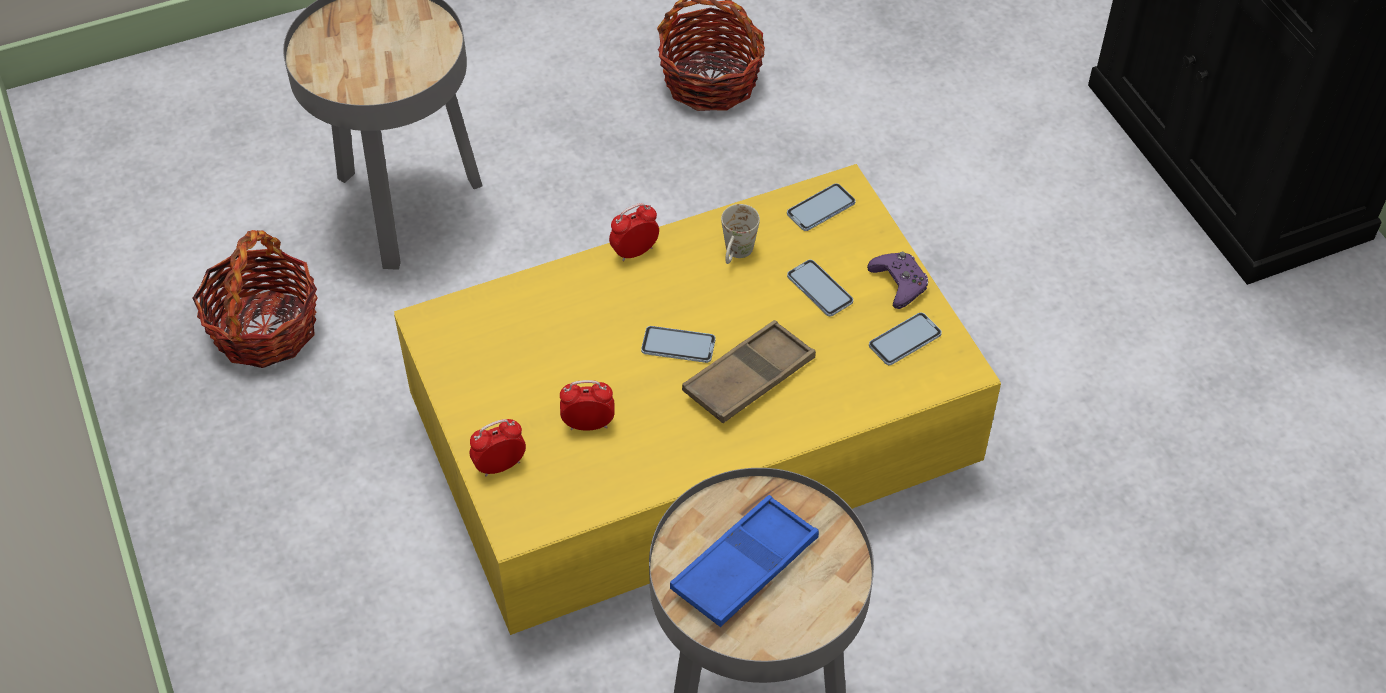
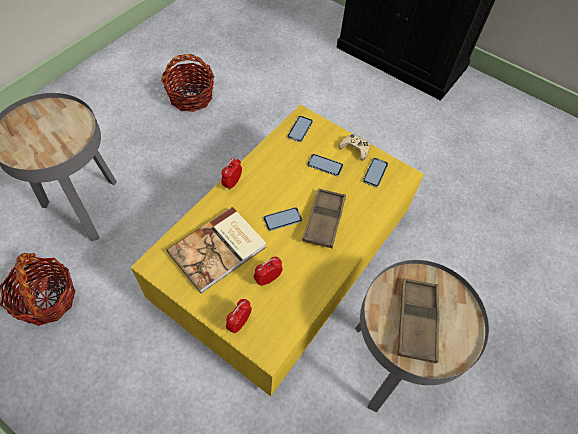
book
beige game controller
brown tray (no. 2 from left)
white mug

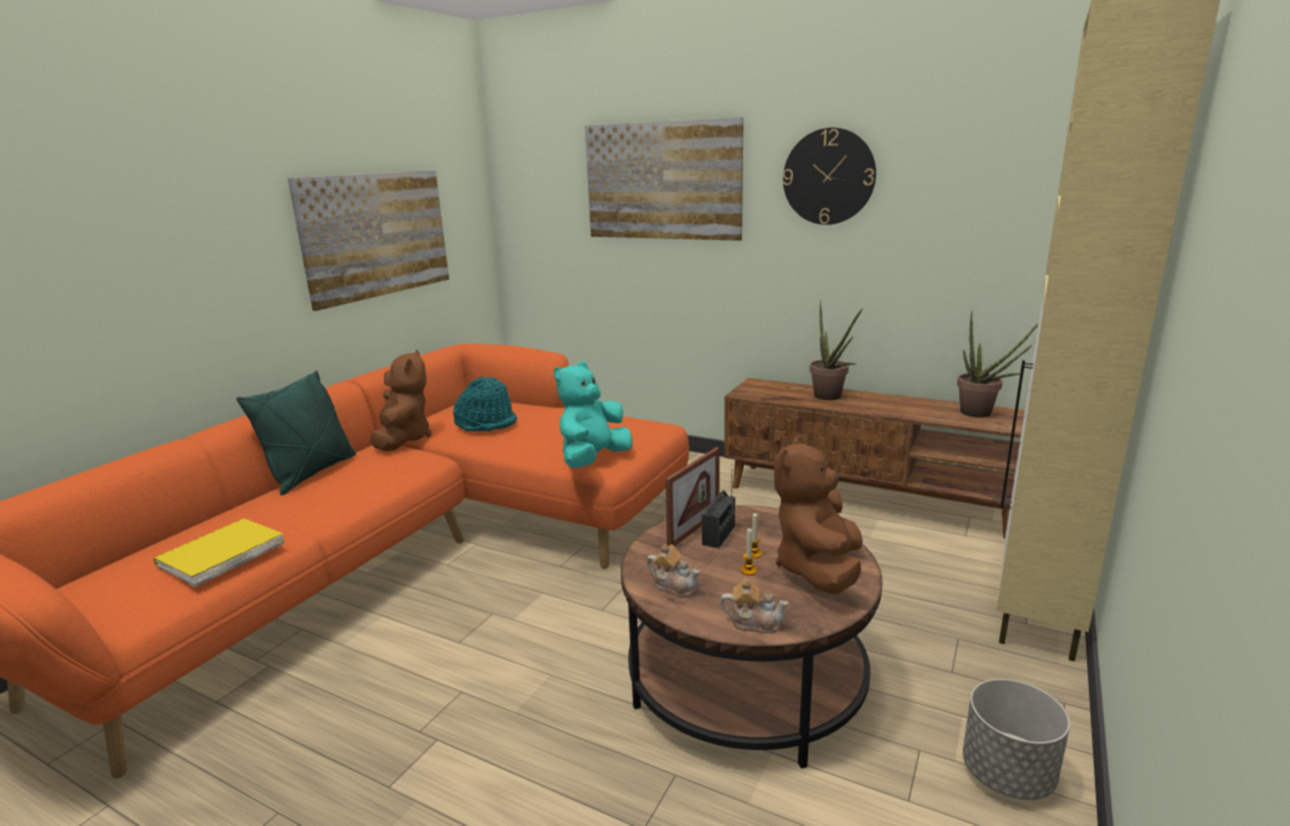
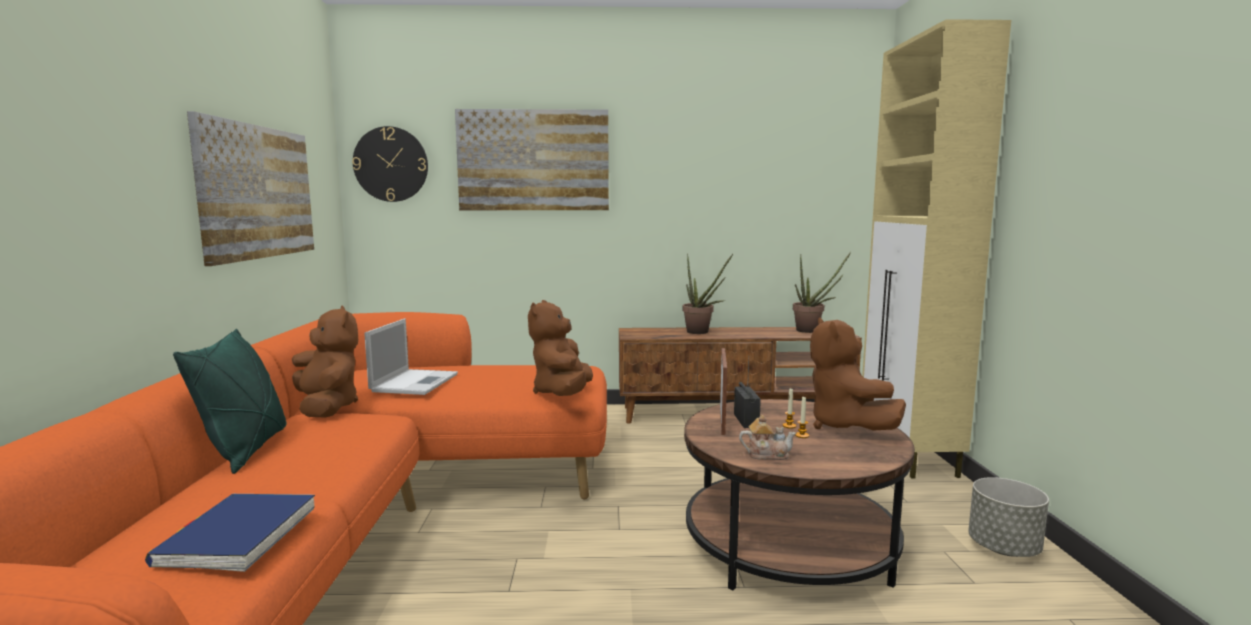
blue book
wall clock
laptop
brown plush toy (no. 2 from left)
teapot (no. 2 from left in the first image)

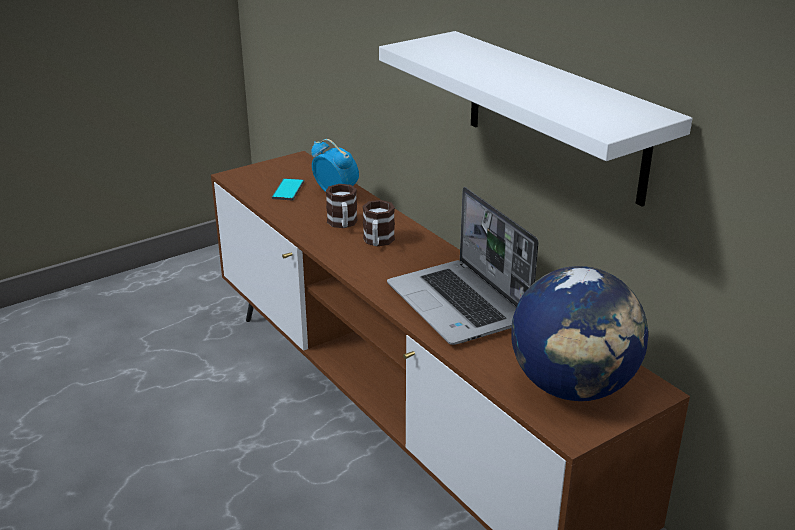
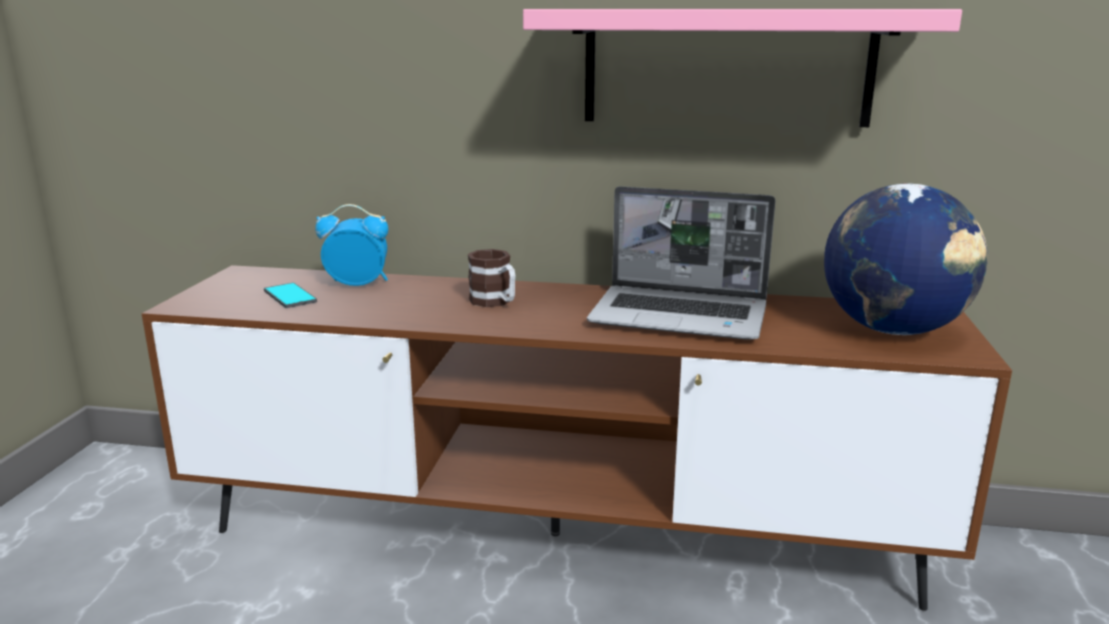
pink shelf
mug (no. 1 from left in the first image)

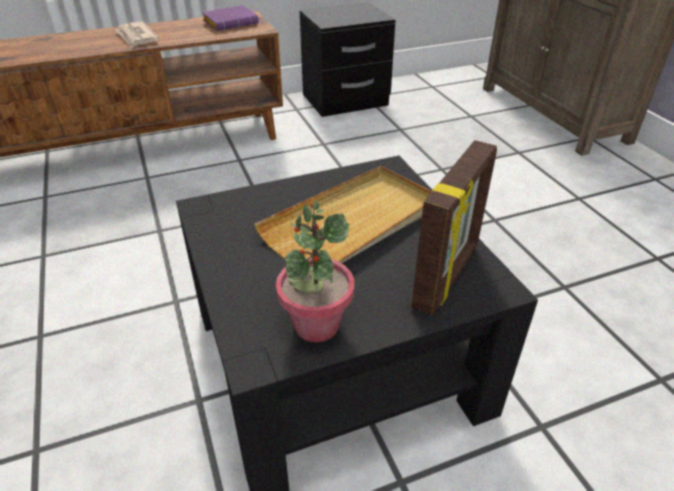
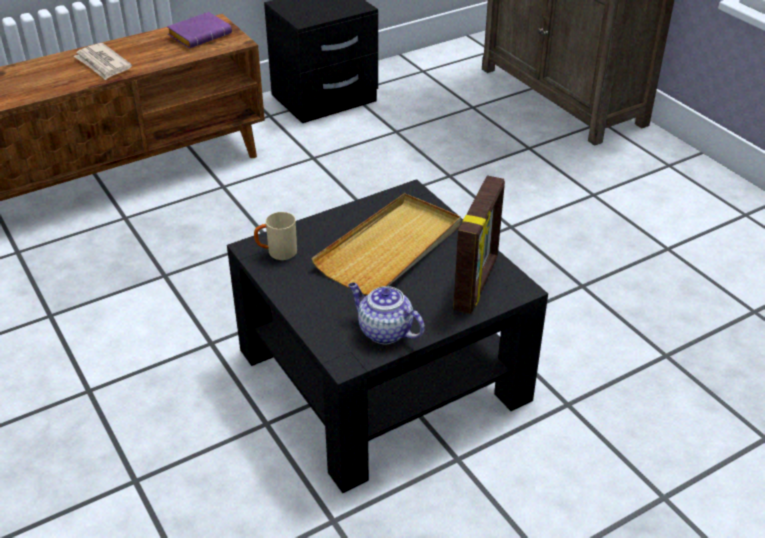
beige mug
teapot

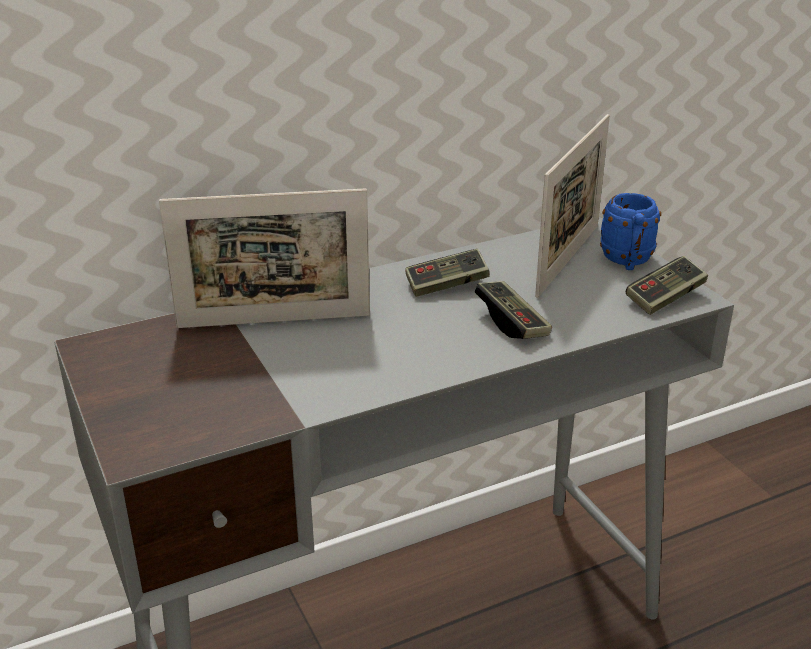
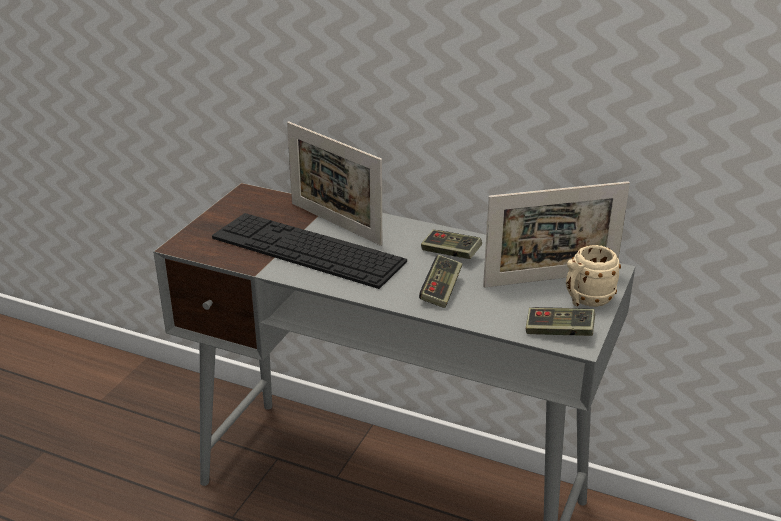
keyboard
beige mug

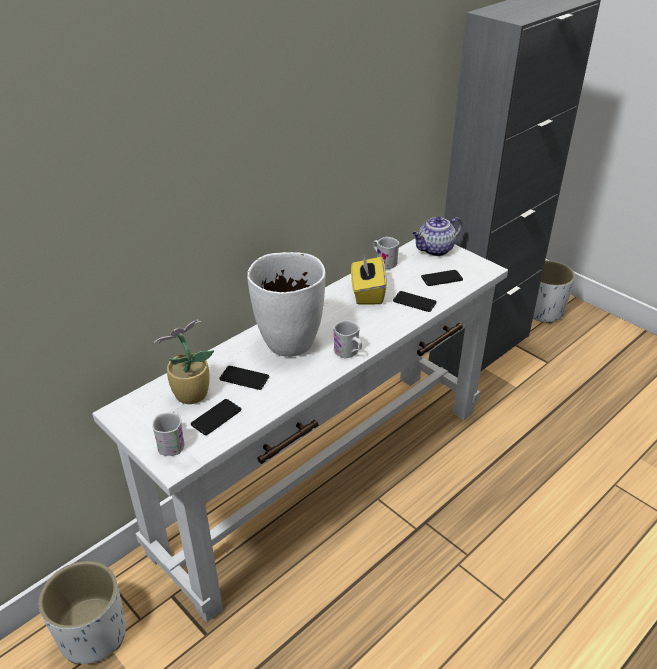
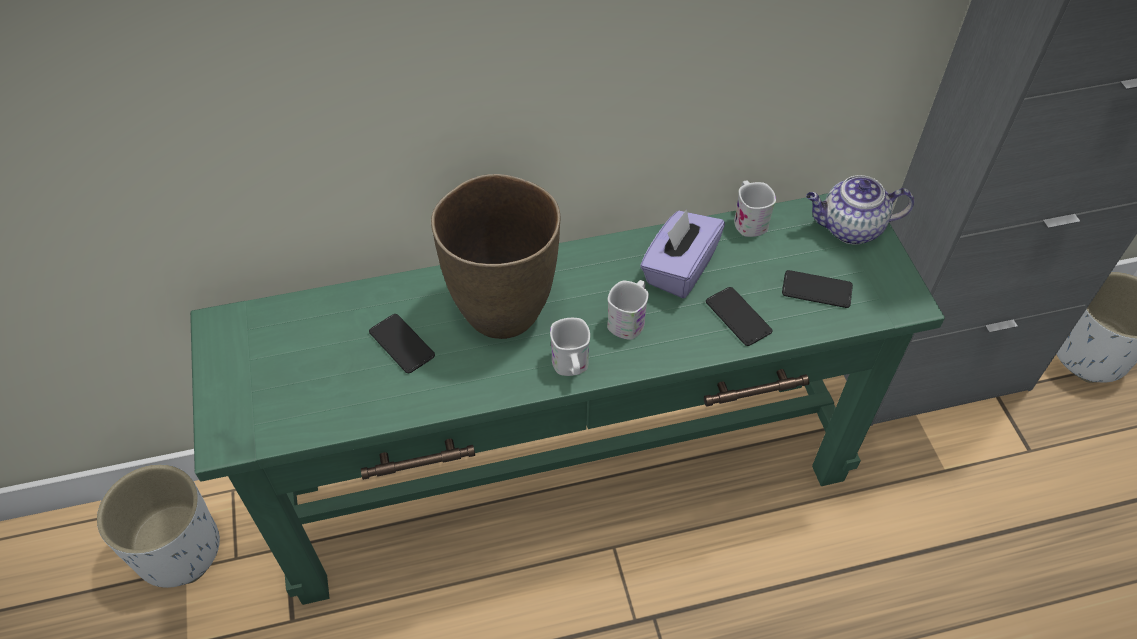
green console table
brown vase
white mug (no. 2 from left)
purple tissue box
potted plant
phone (no. 1 from left in the first image)

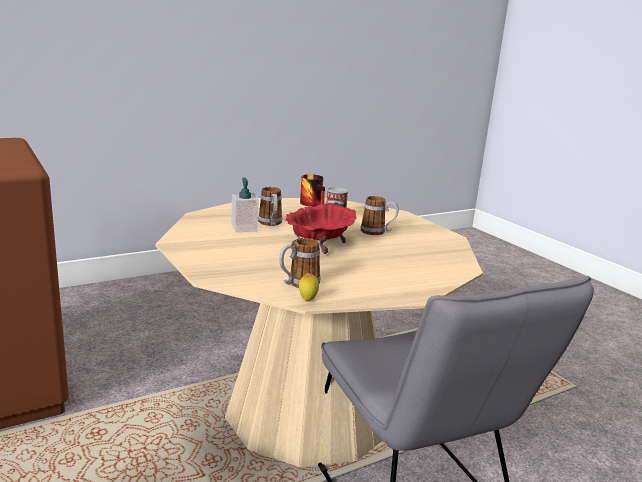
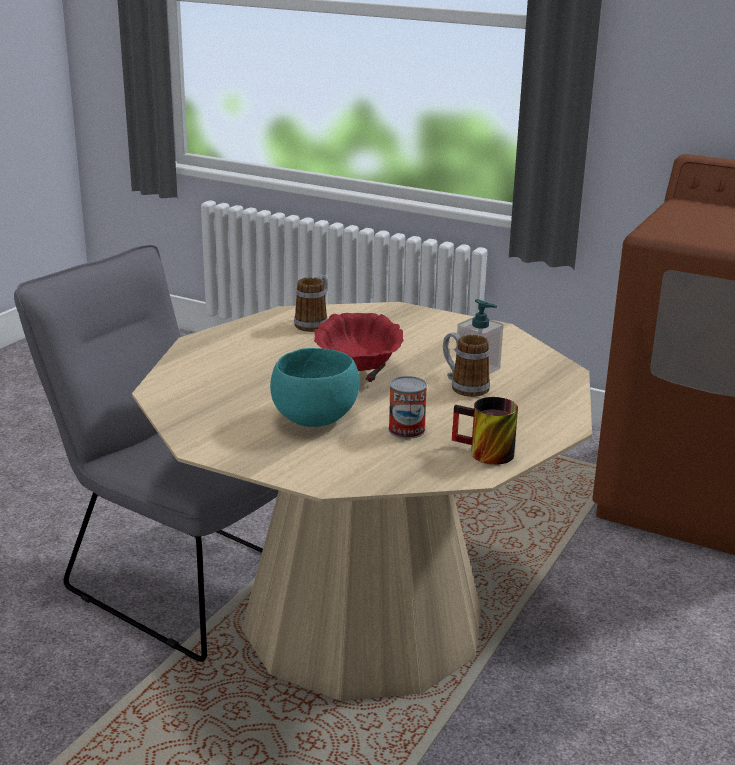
turquoise bowl
lemon

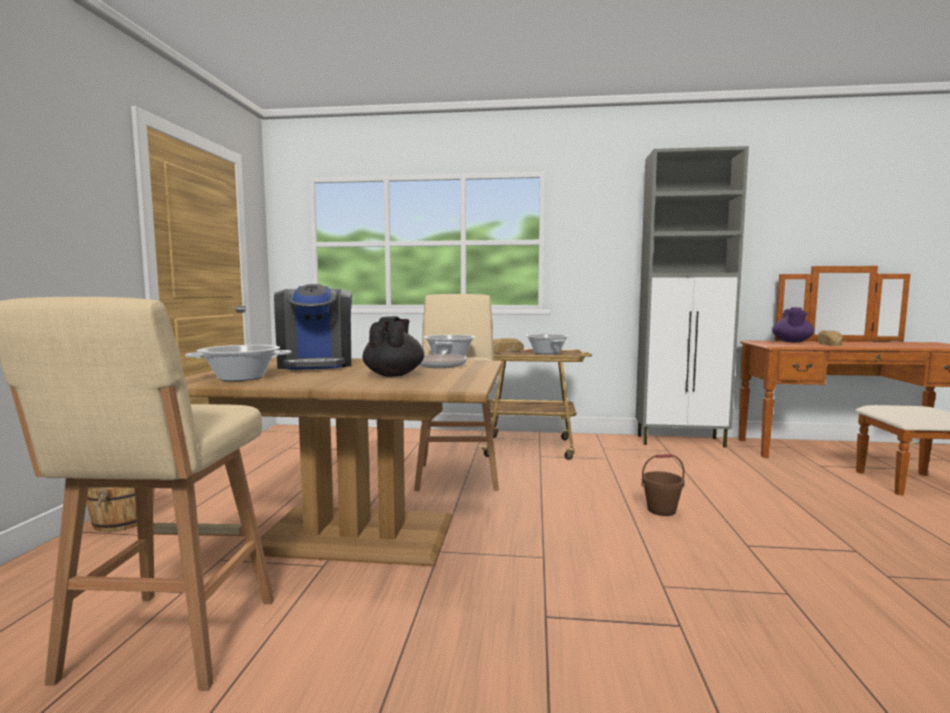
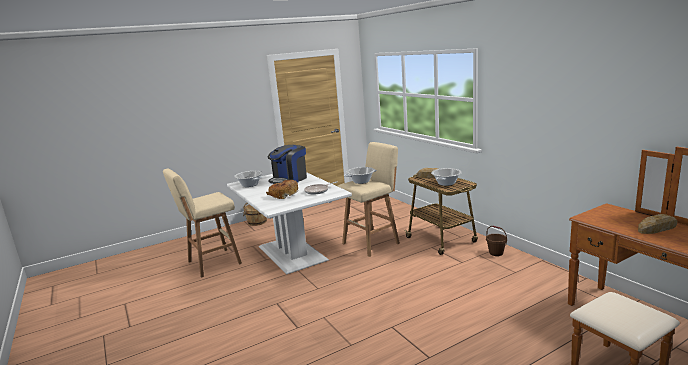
white dining table
bread (no. 1 from left)
brown bucket (no. 2 from left)
grey cabinet
purple teapot

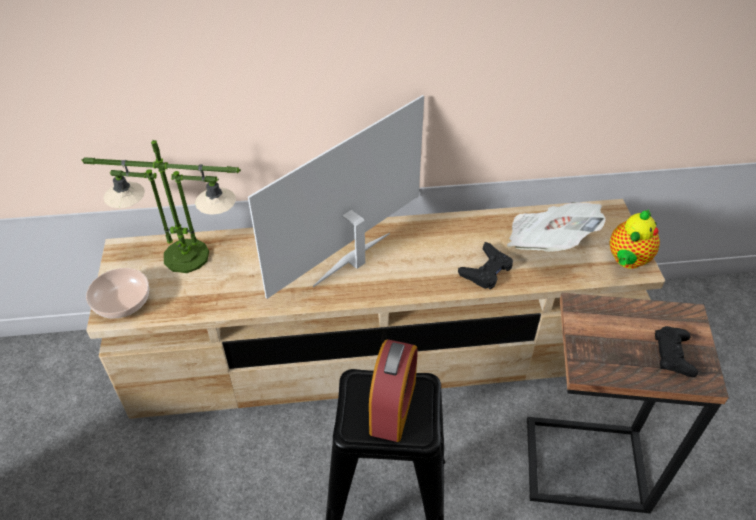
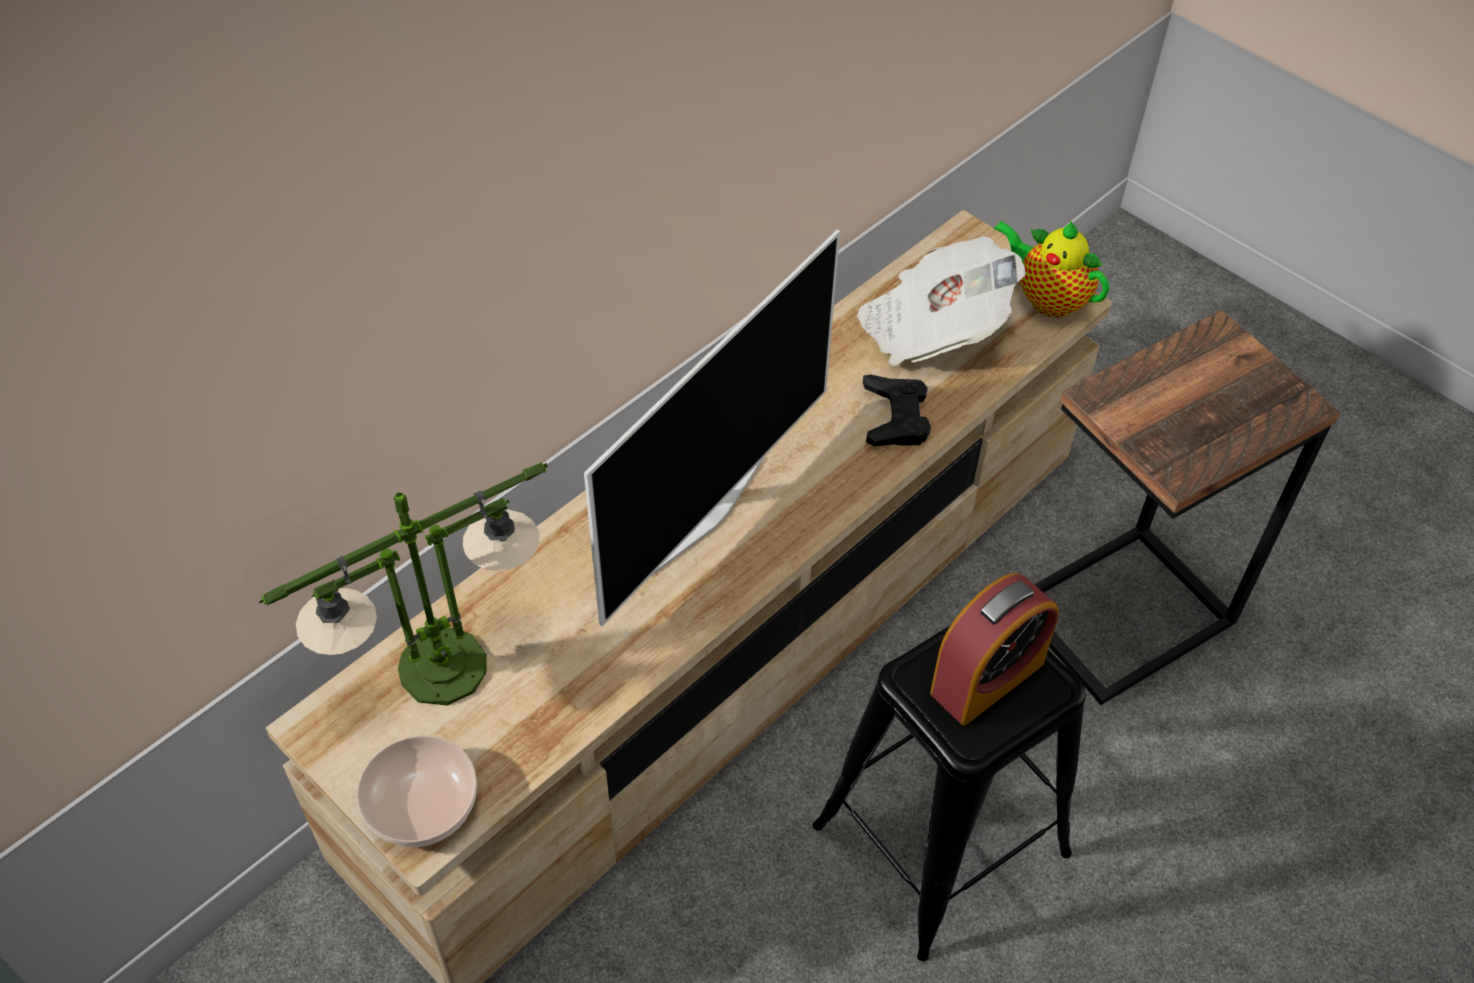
television
alarm clock
teapot
black game controller (no. 2 from left in the first image)

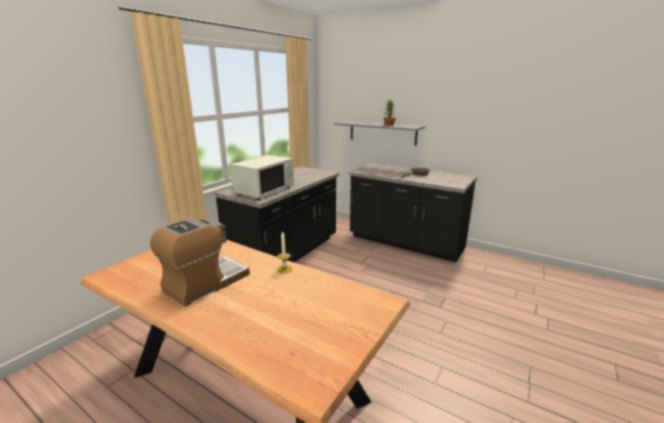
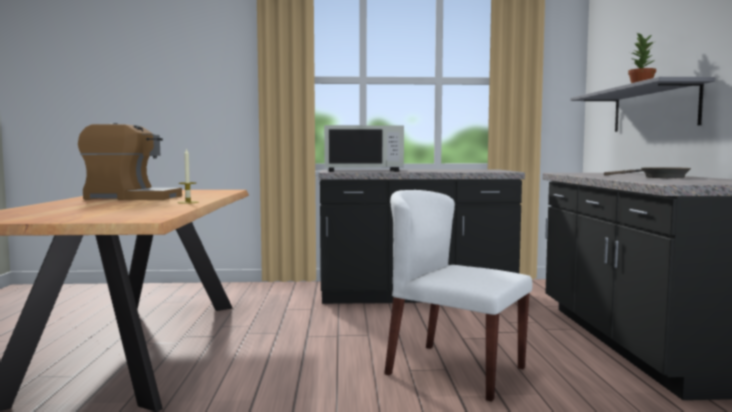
white chair

